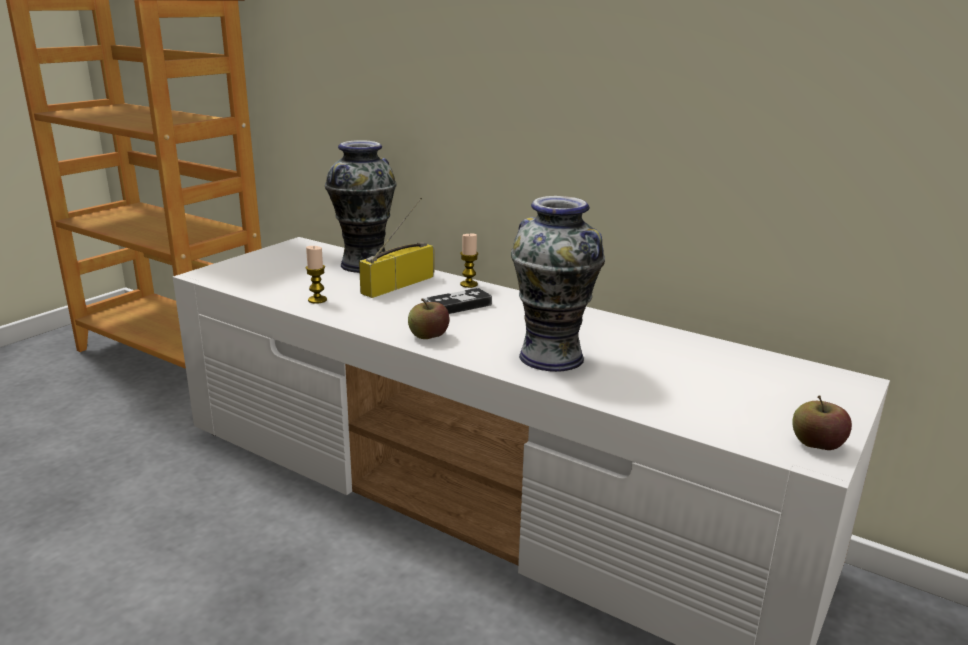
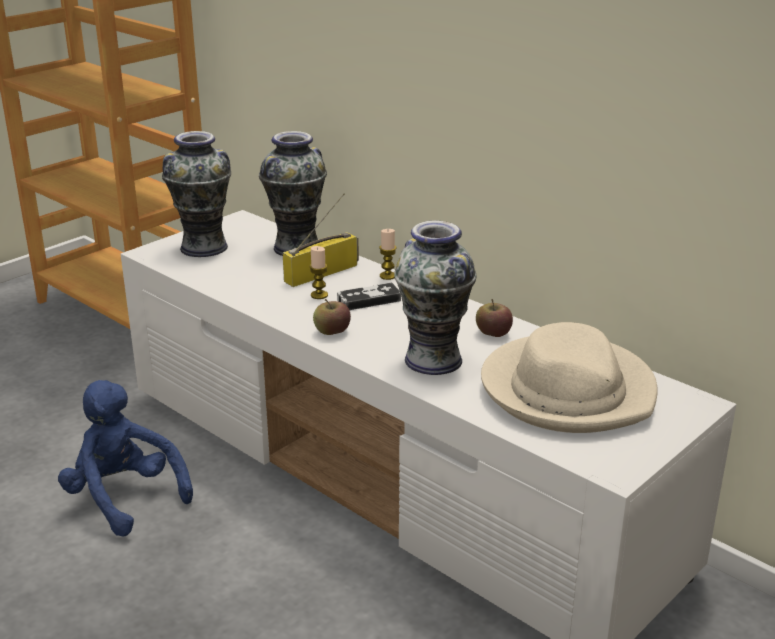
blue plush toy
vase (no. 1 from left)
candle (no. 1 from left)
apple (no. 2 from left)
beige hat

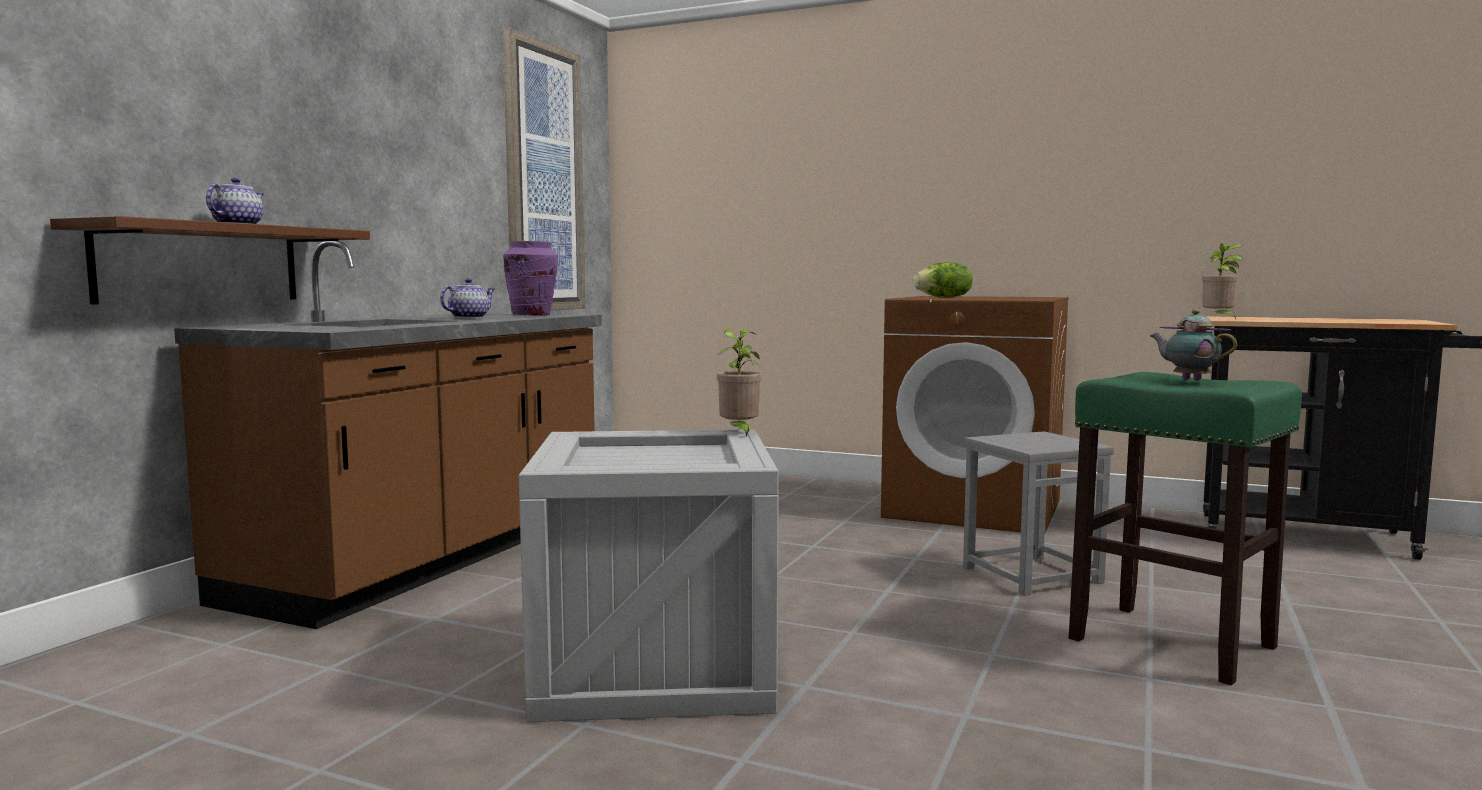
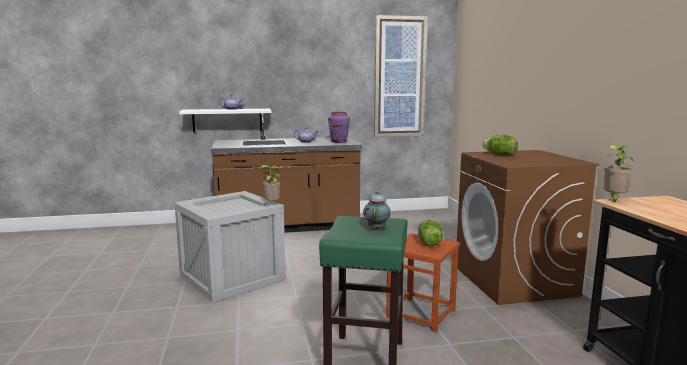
white shelf
brown stool
lettuce (no. 1 from left)

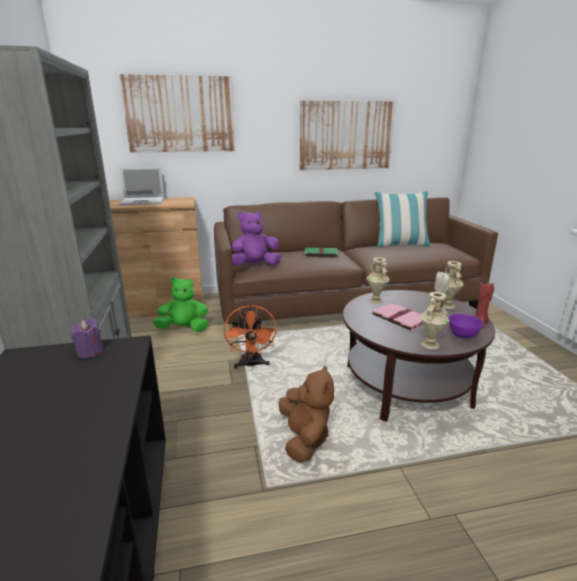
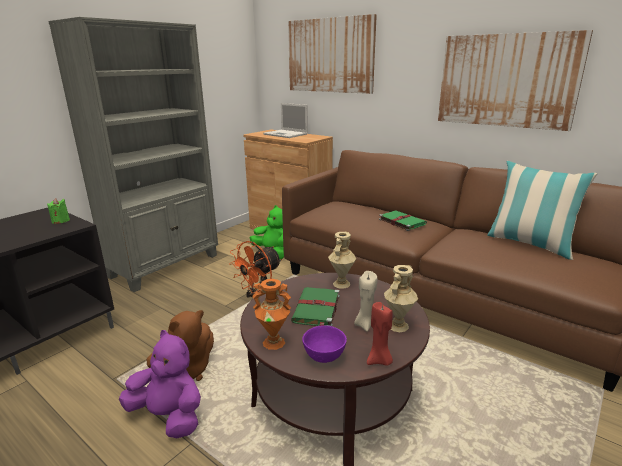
green candle
purple plush toy
orange vase
green book (no. 1 from left)

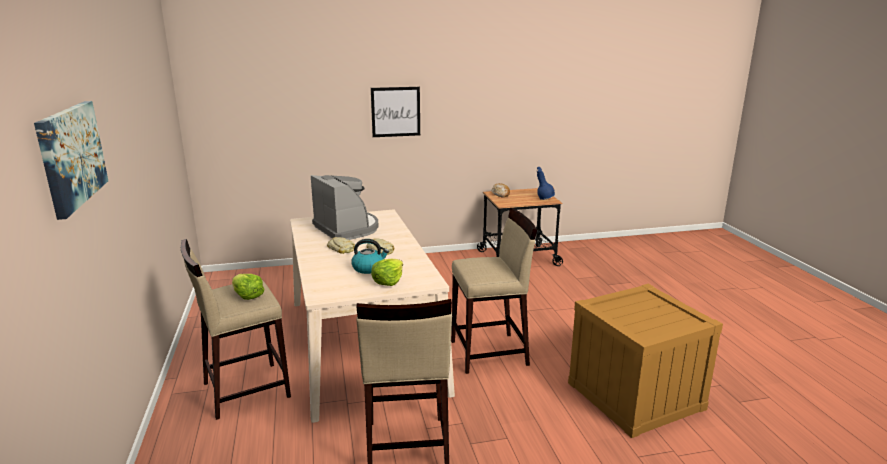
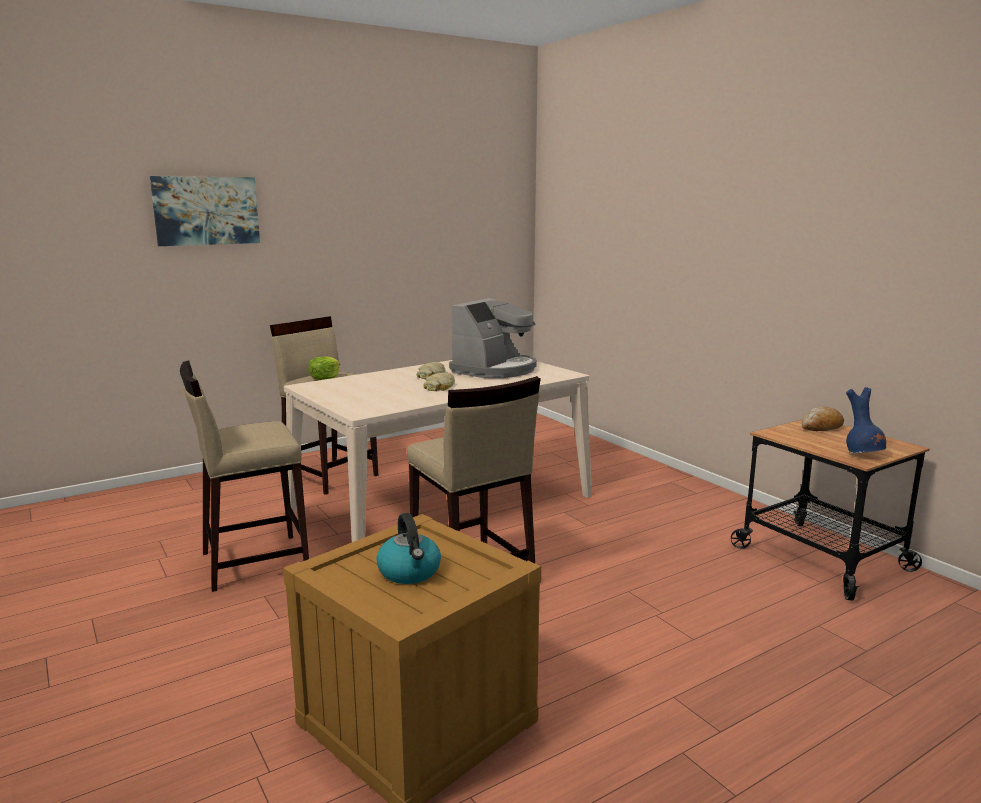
kettle
picture (no. 2 from left in the first image)
lettuce (no. 2 from left in the first image)

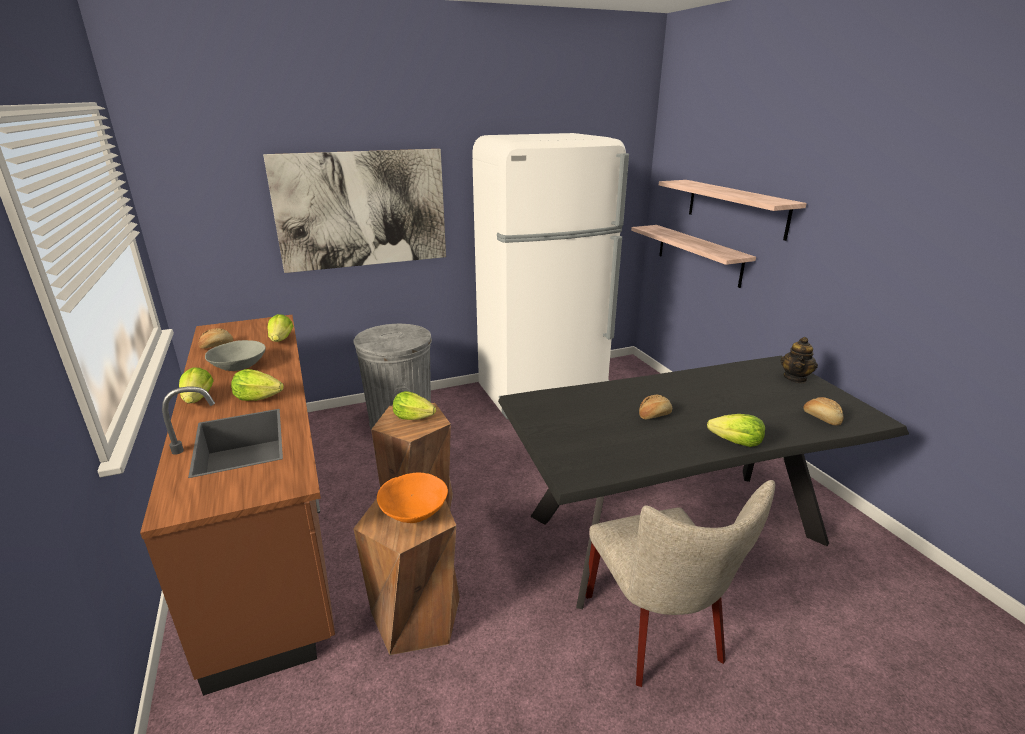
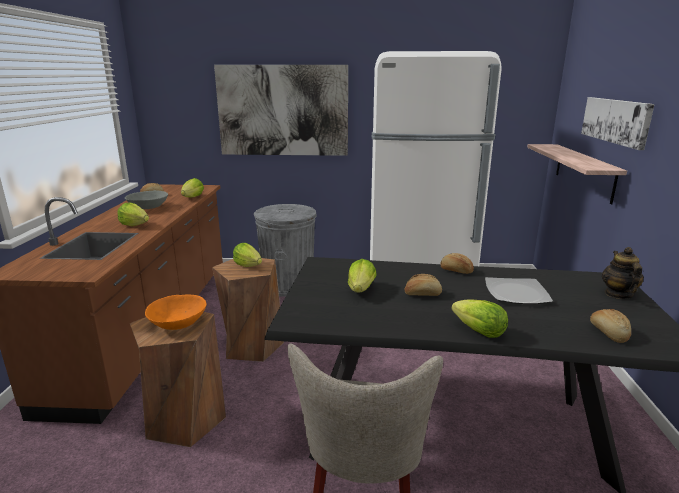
lettuce (no. 4 from left)
bread (no. 3 from left)
plate
picture (no. 2 from left)
teapot

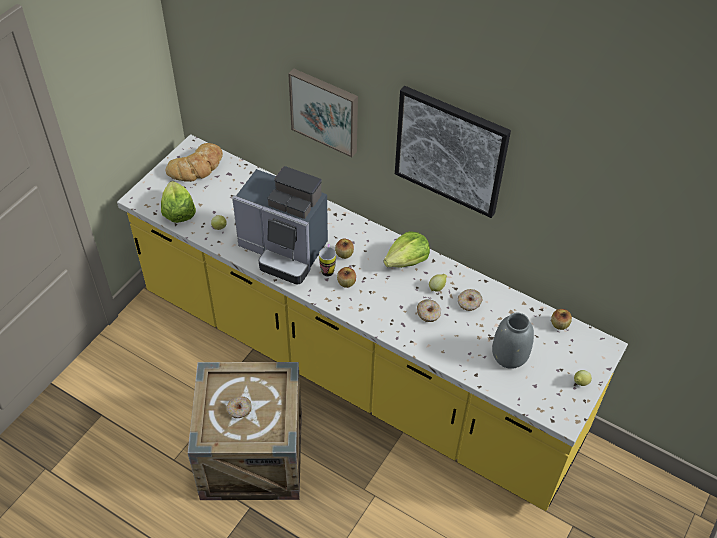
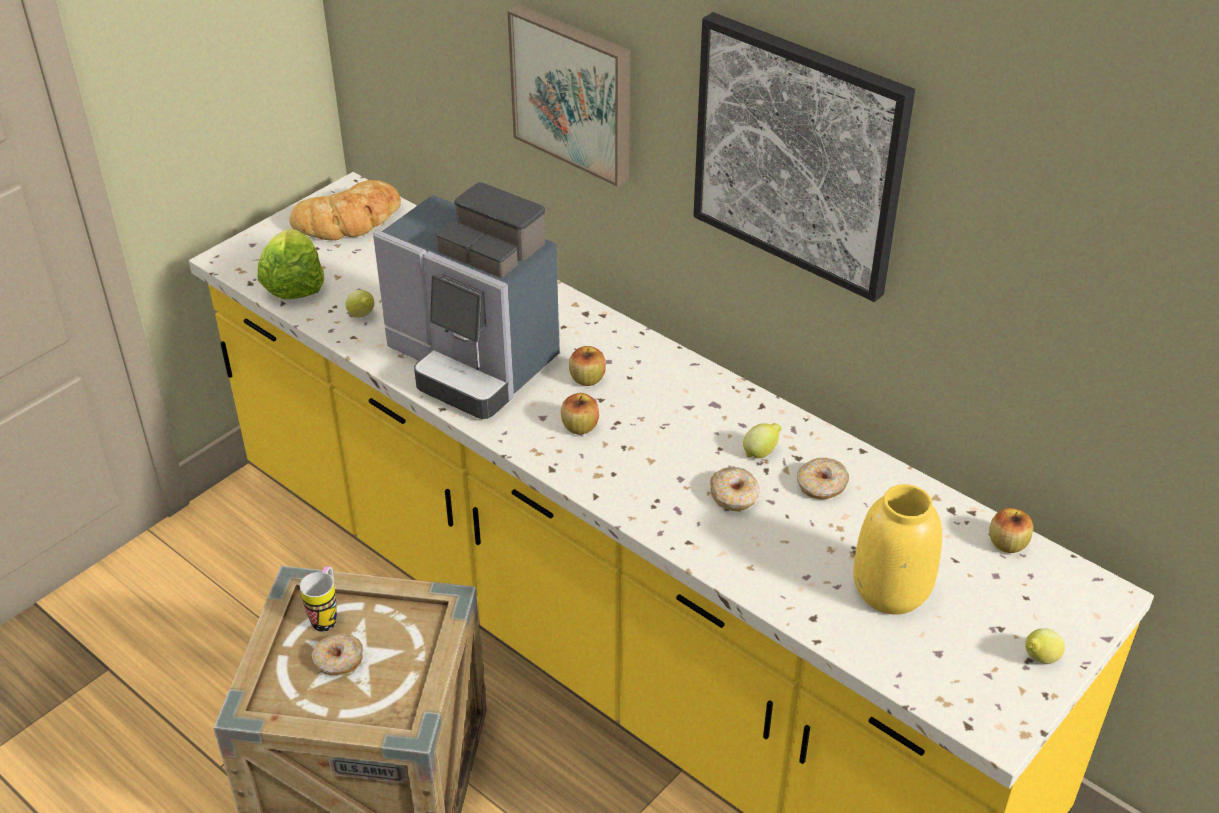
mug
yellow vase
lettuce (no. 2 from left in the first image)

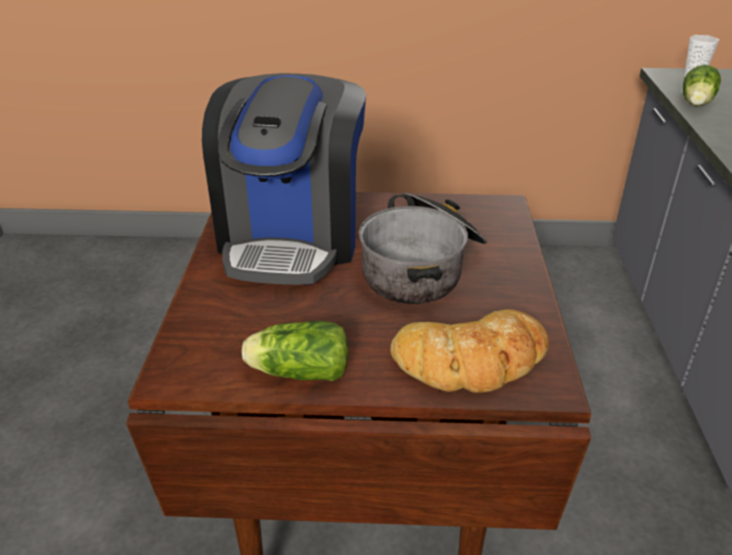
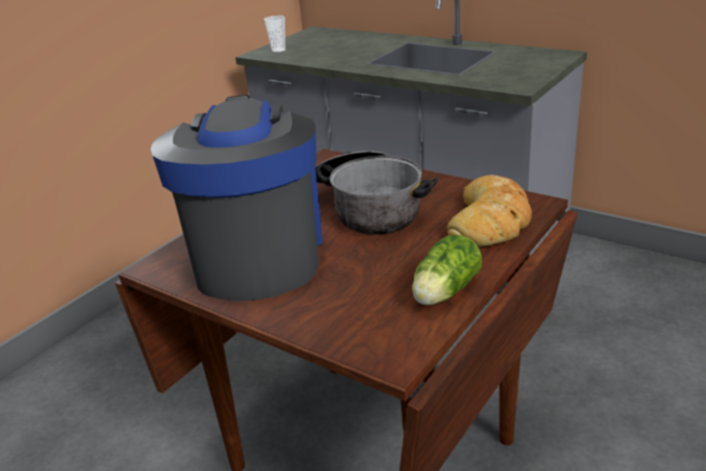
coffee machine
lettuce (no. 2 from left in the first image)

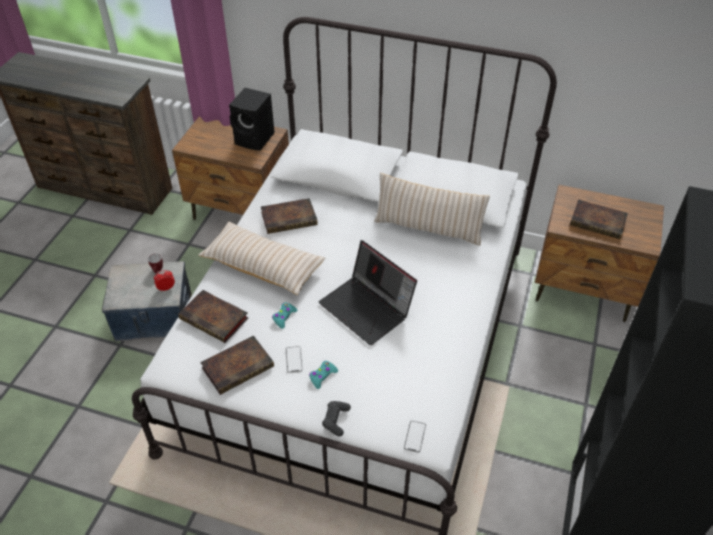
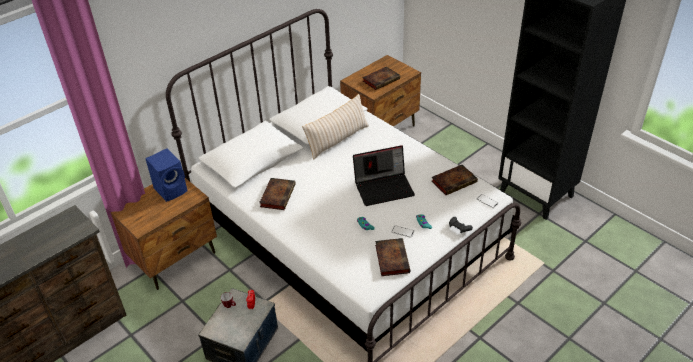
blue speaker
book (no. 4 from left)
beige pillow (no. 1 from left in the first image)

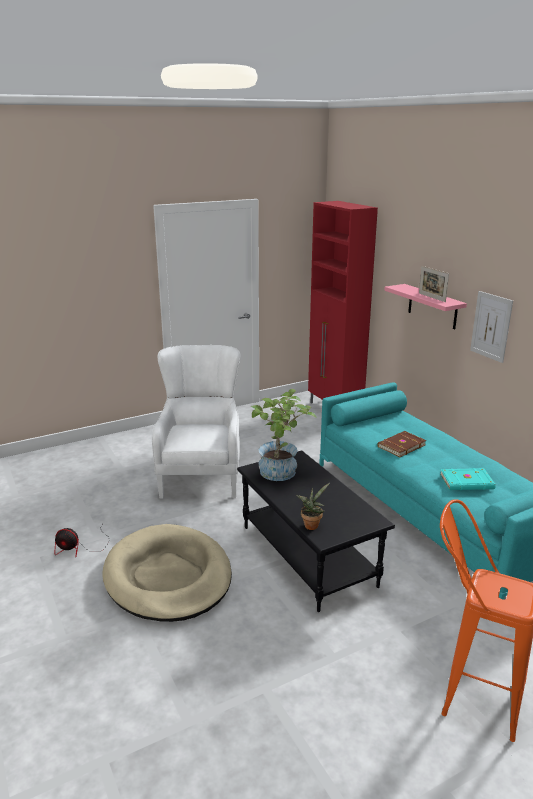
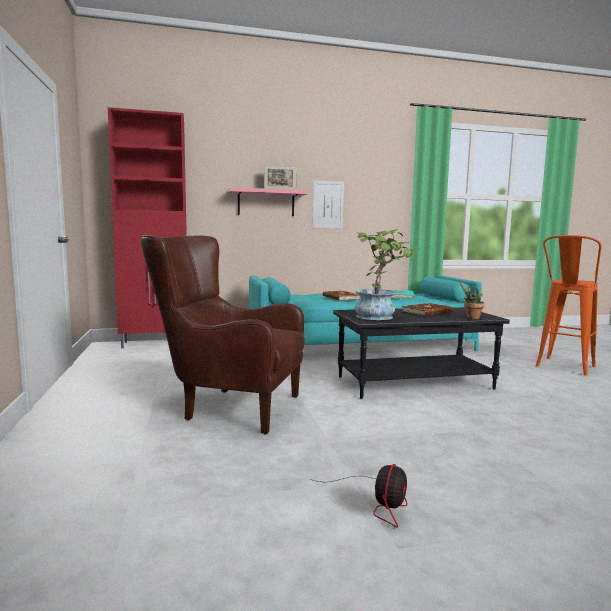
brown armchair
brown book (no. 2 from left)
beige dog bed

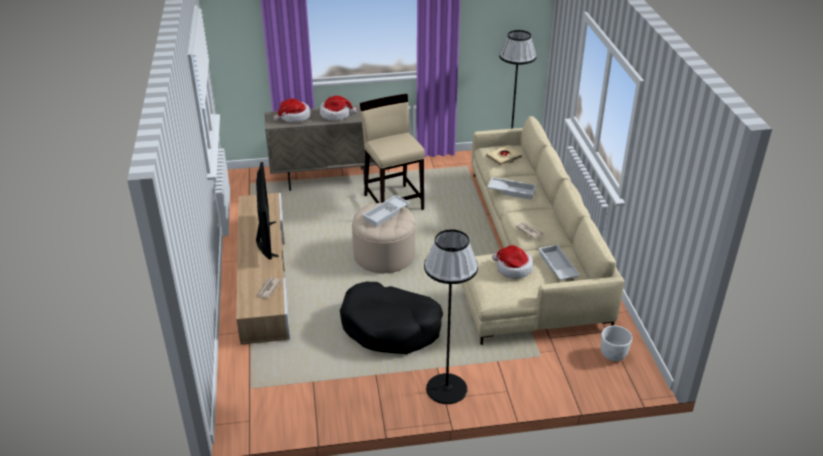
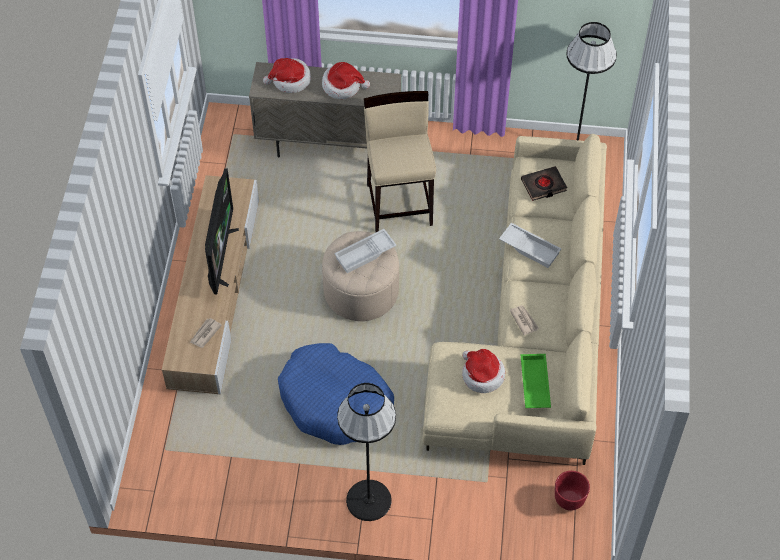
blue dog bed
green tray
black book
red planter

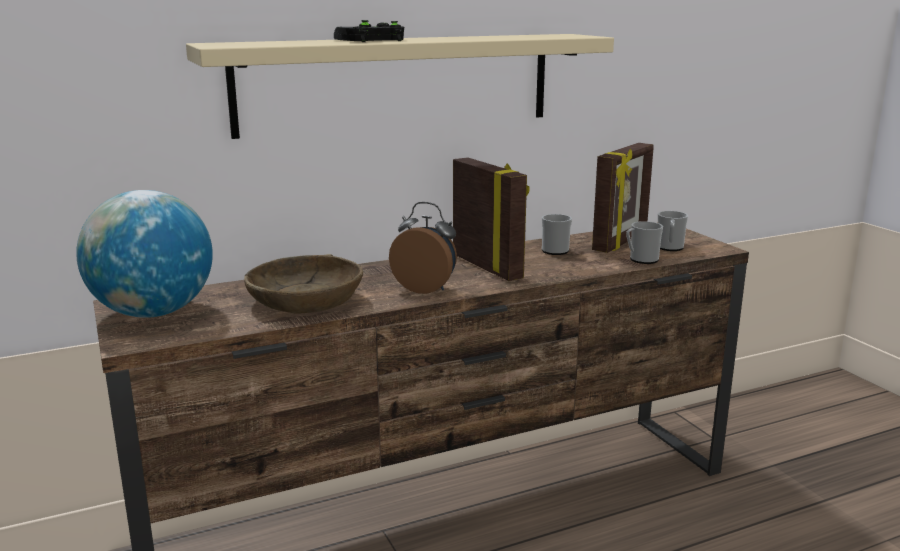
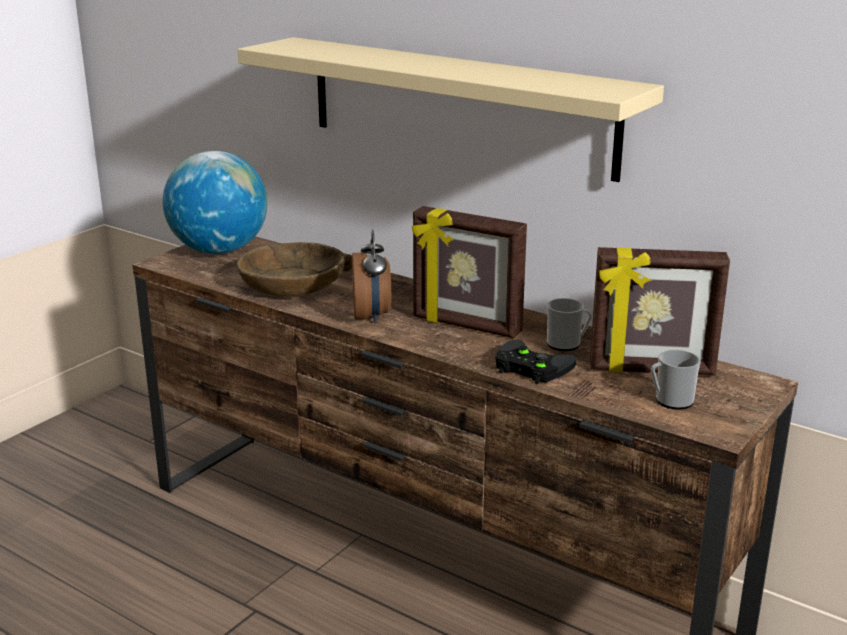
picture frame (no. 1 from left)
black game controller
mug (no. 2 from left in the first image)

